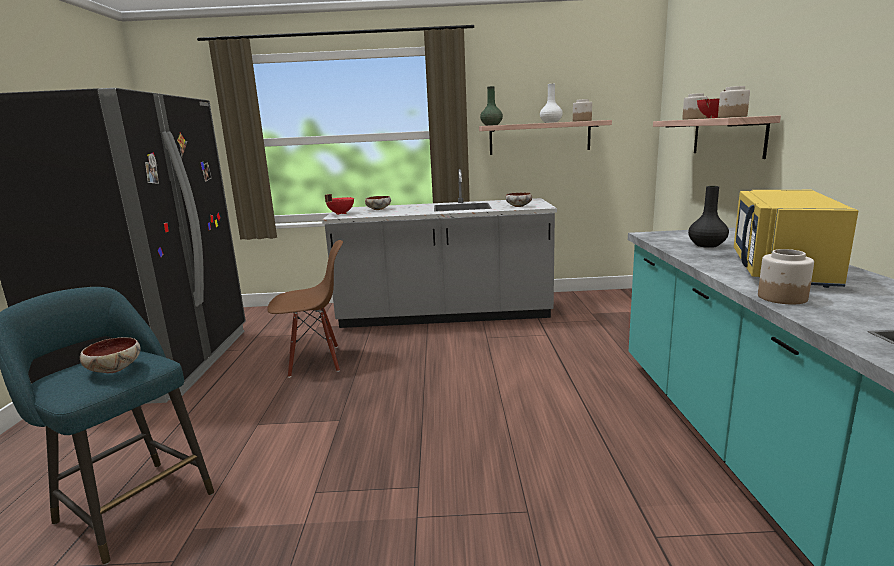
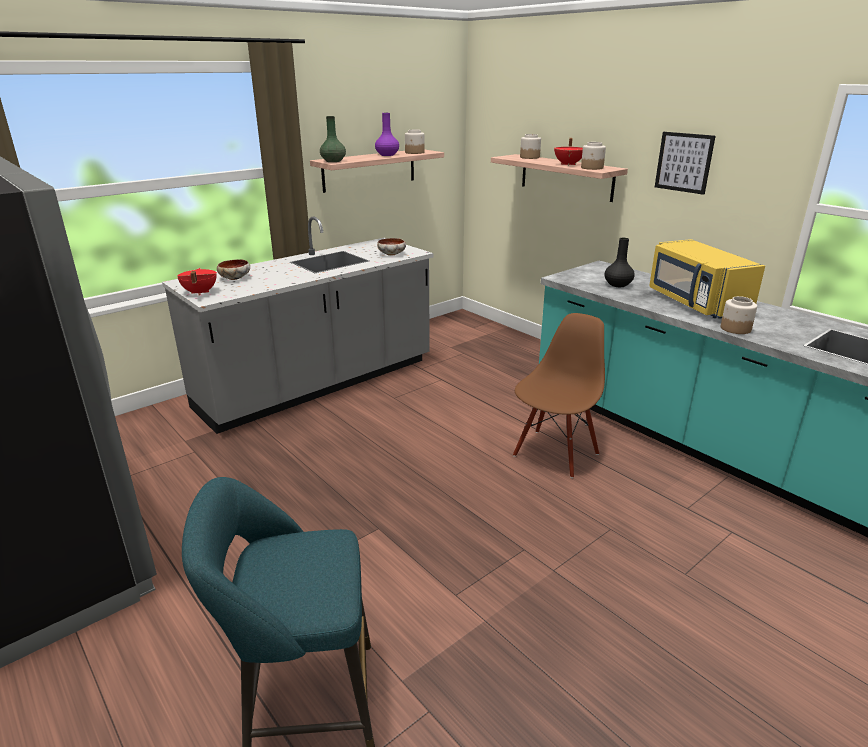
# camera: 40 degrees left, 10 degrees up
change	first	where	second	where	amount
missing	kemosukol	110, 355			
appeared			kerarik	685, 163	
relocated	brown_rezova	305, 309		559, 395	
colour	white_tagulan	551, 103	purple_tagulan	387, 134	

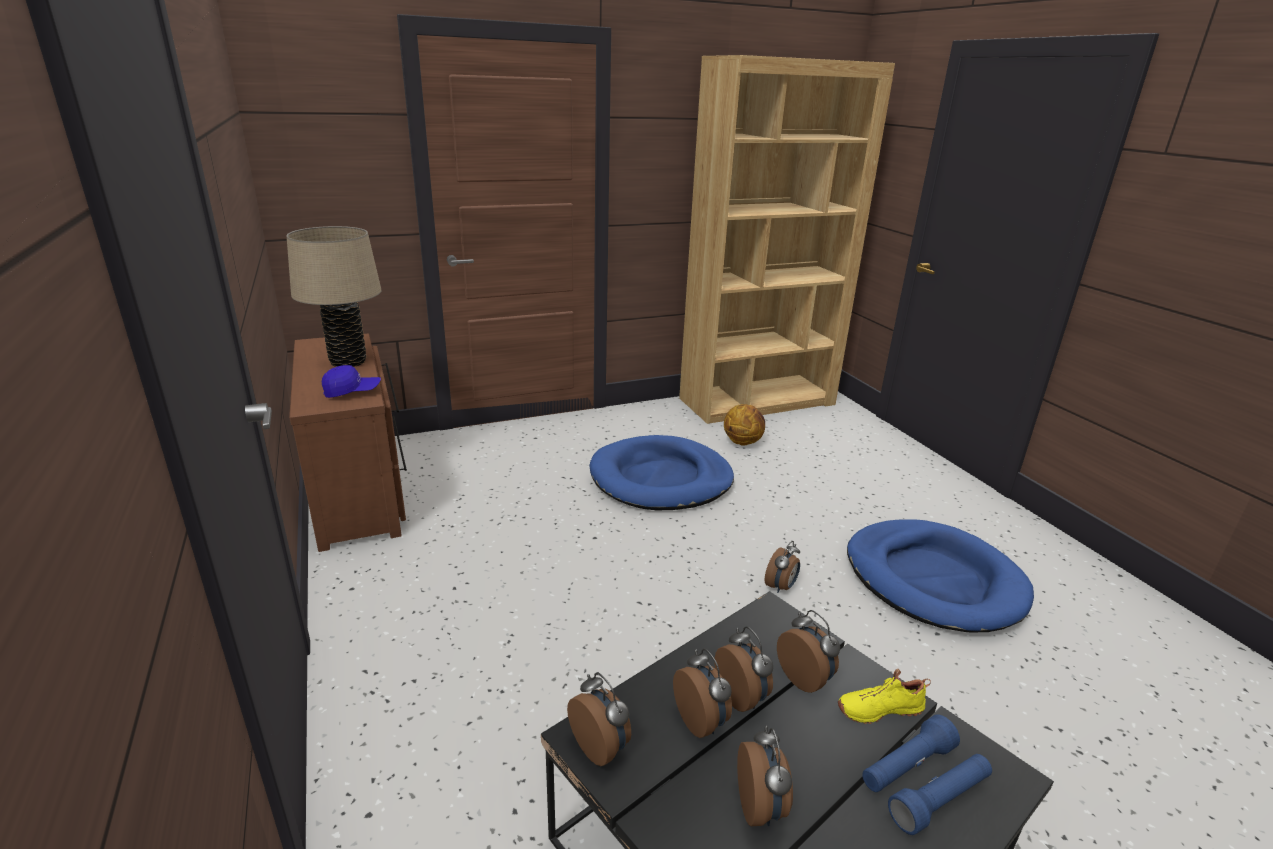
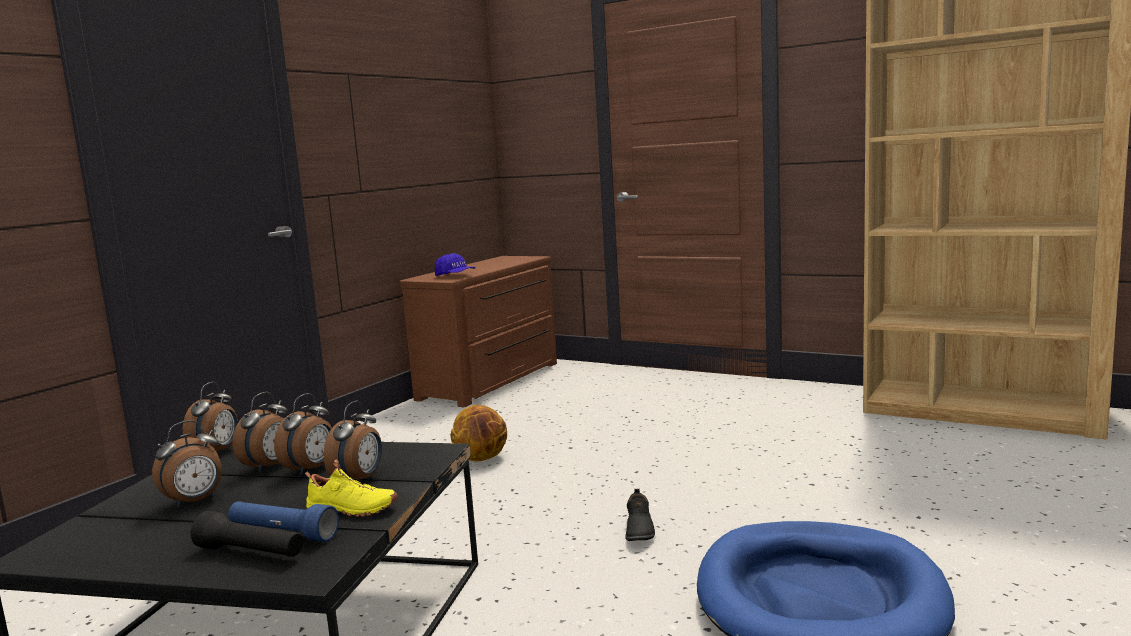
# camera: 55 degrees right, 15 degrees down
change	first	where	second	where	amount
missing	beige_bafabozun	334, 296			
missing	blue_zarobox	661, 472			
relocated	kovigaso	744, 425		479, 433	
exchanged	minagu	782, 567	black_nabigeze	640, 515	
colour	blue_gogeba	940, 794	black_gogeba	247, 534	
spun	yellow_nabigeze	884, 696		351, 488	150 degrees clockwise

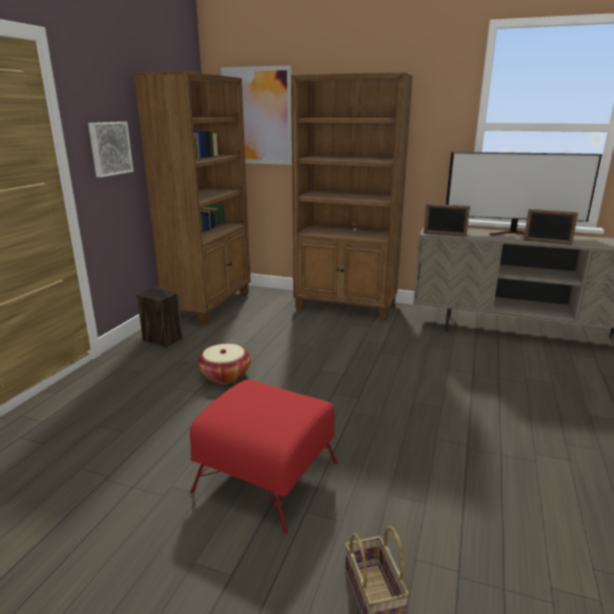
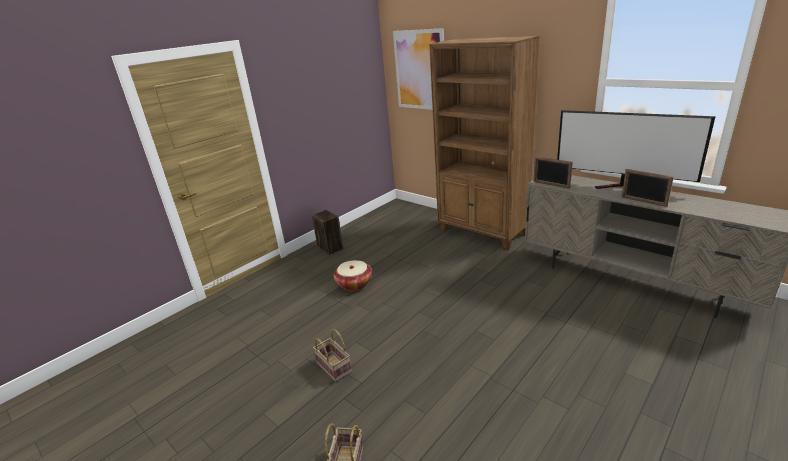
# camera: 25 degrees right, 5 degrees up
change	first	where	second	where	amount
missing	kerarik	111, 149			
missing	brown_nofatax	192, 198			
exchanged	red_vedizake	264, 456	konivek	332, 355	

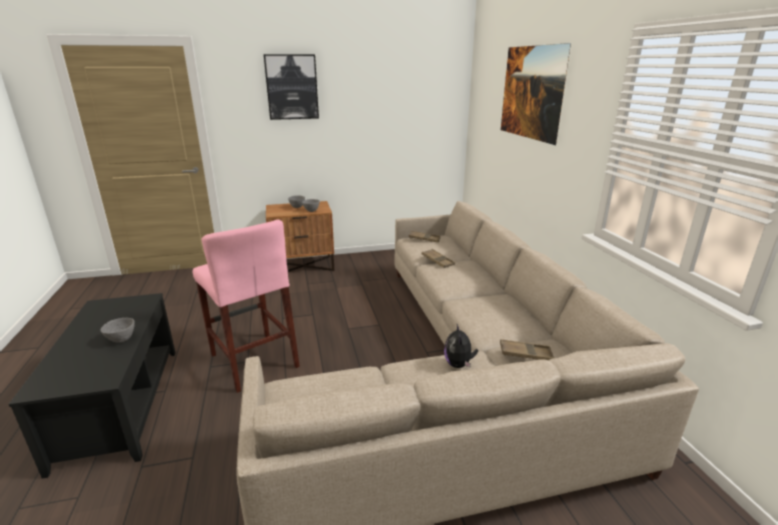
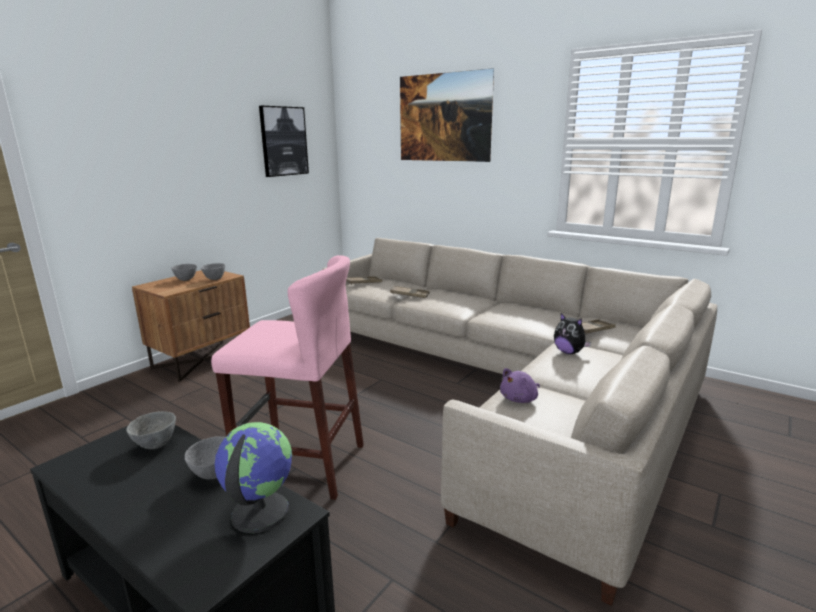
# camera: 40 degrees left, 5 degrees down
change	first	where	second	where	amount
appeared			grey_kemosukol	151, 430	
appeared			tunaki	253, 477	
appeared			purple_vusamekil	520, 385	
relocated	kerarik	291, 87		284, 141	

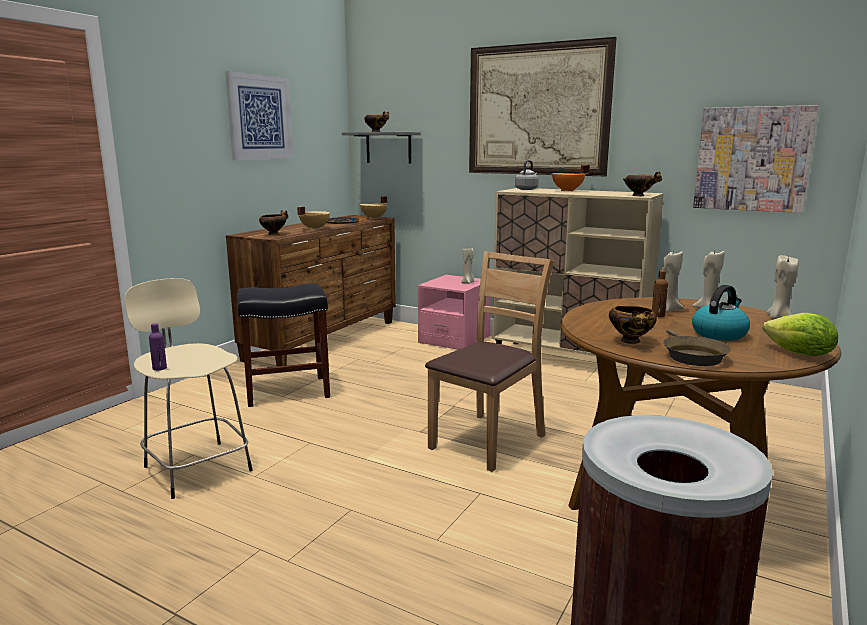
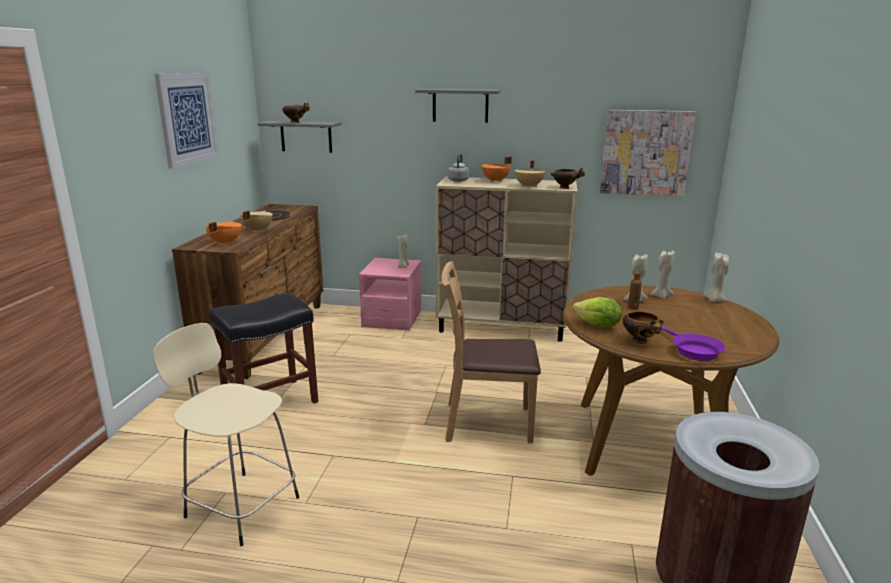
# camera: 20 degrees left, 5 degrees up
change	first	where	second	where	amount
missing	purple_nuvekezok	158, 347			
missing	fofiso	721, 313			
relocated	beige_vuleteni	373, 207		530, 174	
relocated	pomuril	800, 334		597, 312	
exchanged	kemosukol	273, 222	orange_vuleteni	223, 233	
exchanged	kerarik	543, 106	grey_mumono	458, 106	
colour	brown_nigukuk	697, 347	purple_nigukuk	693, 344	
spun	brown_rezova	489, 362		491, 352	105 degrees counterclockwise

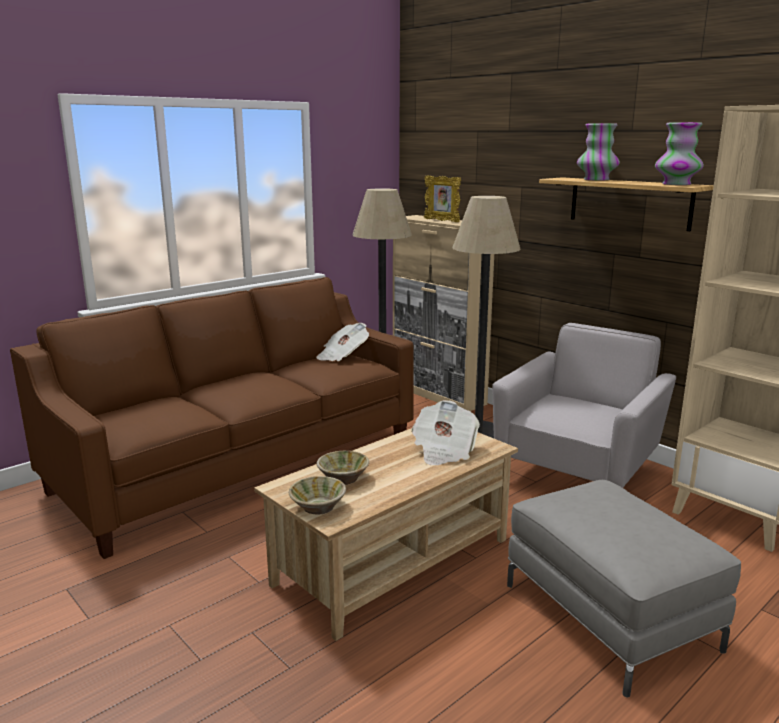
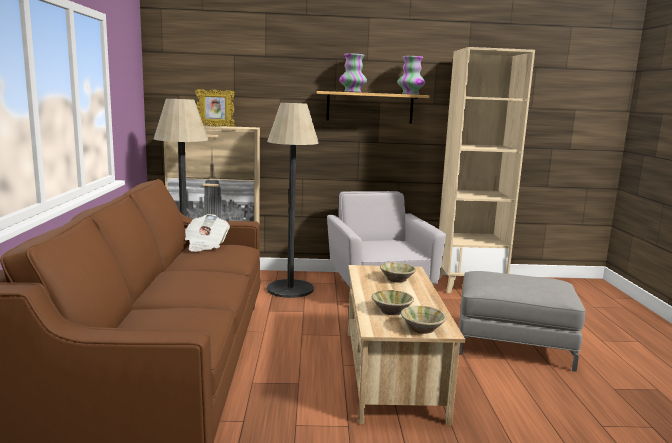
# camera: 50 degrees left, 5 degrees down
change	first	where	second	where	amount
exchanged	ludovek	445, 432	beige_kemosukol	398, 272	

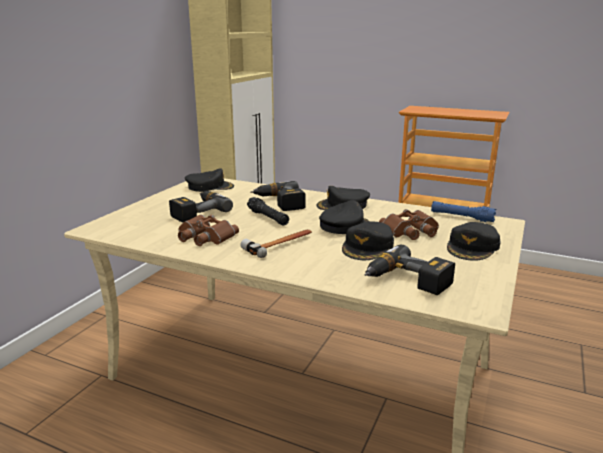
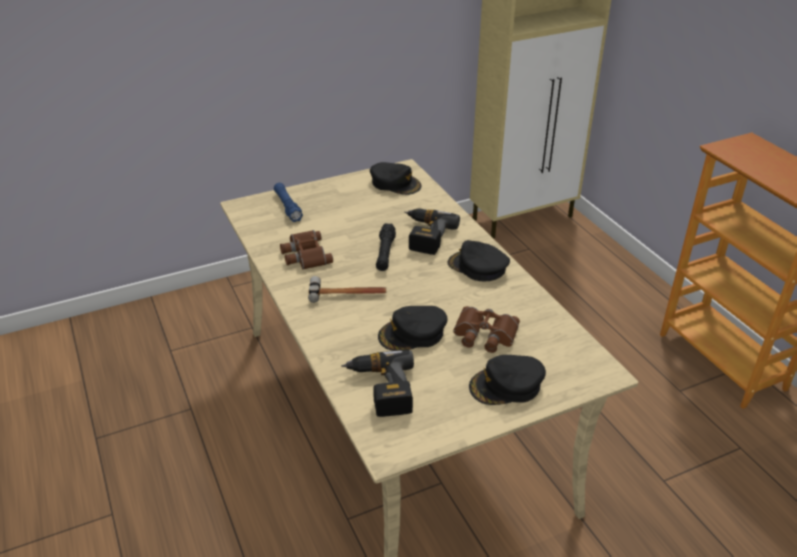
# camera: 40 degrees right, 15 degrees up
change	first	where	second	where	amount
missing	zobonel	201, 207			
missing	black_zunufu	344, 217			
relocated	blue_gogeba	463, 211		288, 202	

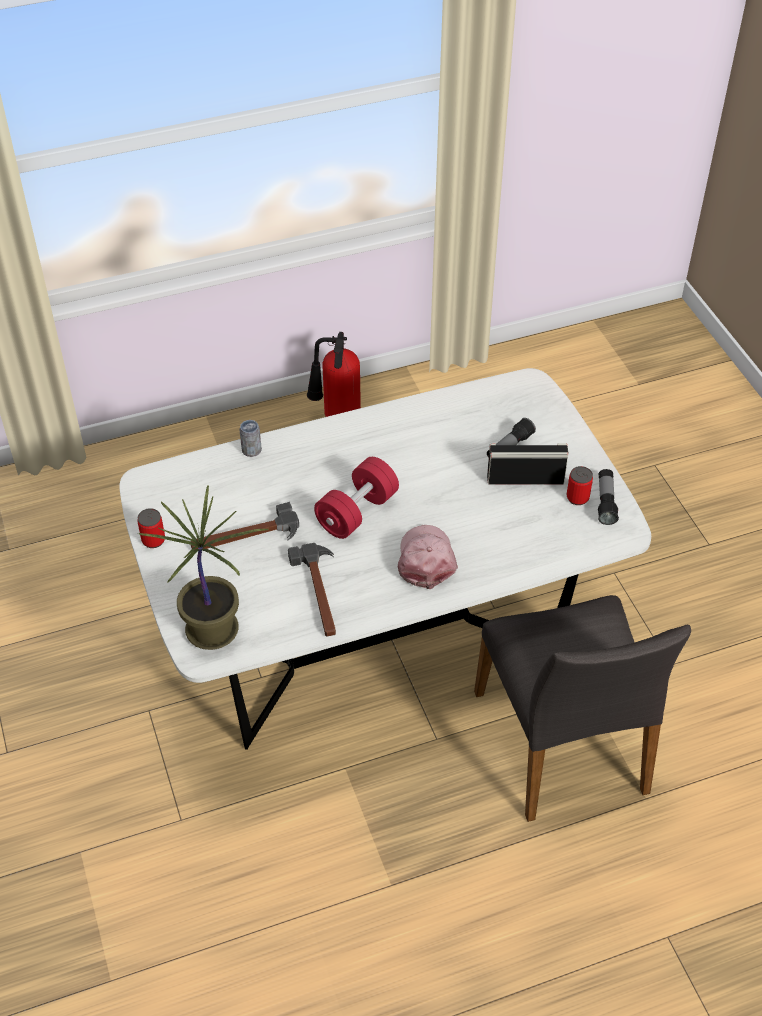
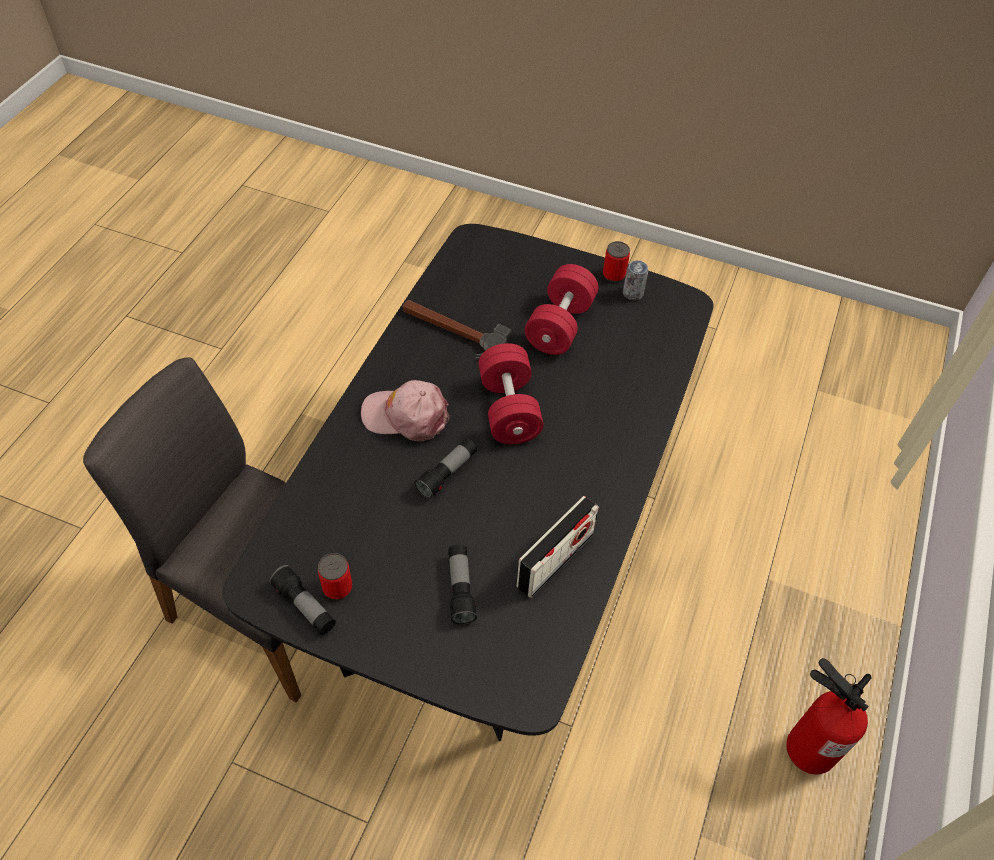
# camera: 130 degrees right, 5 degrees up
change	first	where	second	where	amount
missing	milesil	203, 568			
appeared			gogeba	445, 468	
relocated	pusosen	250, 438		635, 280	
relocated	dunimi	527, 464		557, 547	
exchanged	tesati	244, 525	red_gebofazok	561, 309	
colour	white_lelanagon	385, 559	black_lelanagon	468, 482	
spun	pink_zunufu	428, 557		405, 410	150 degrees clockwise

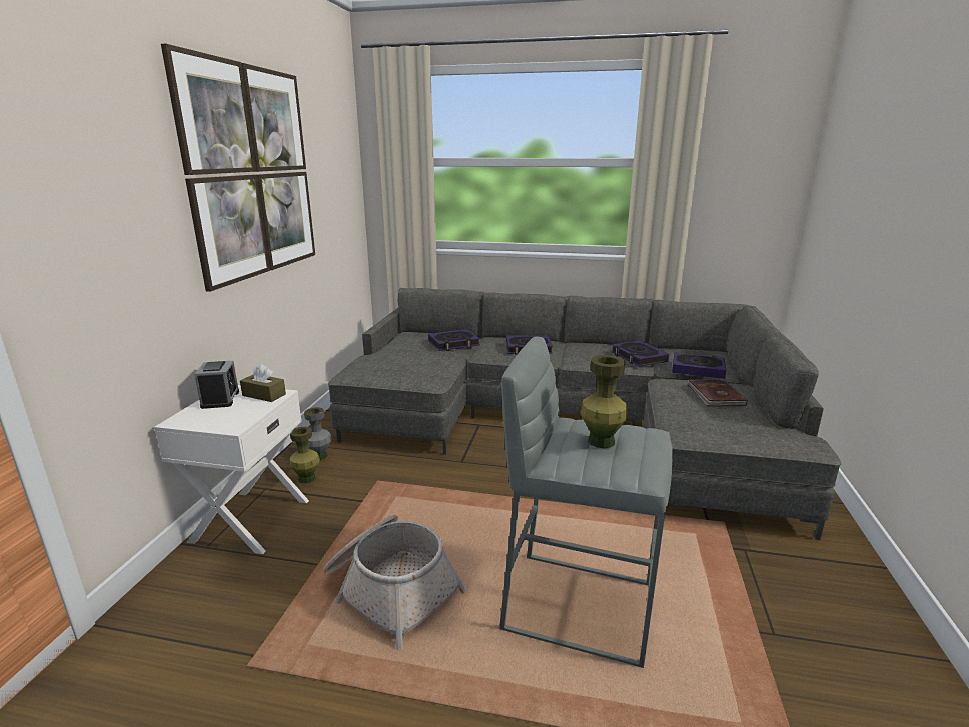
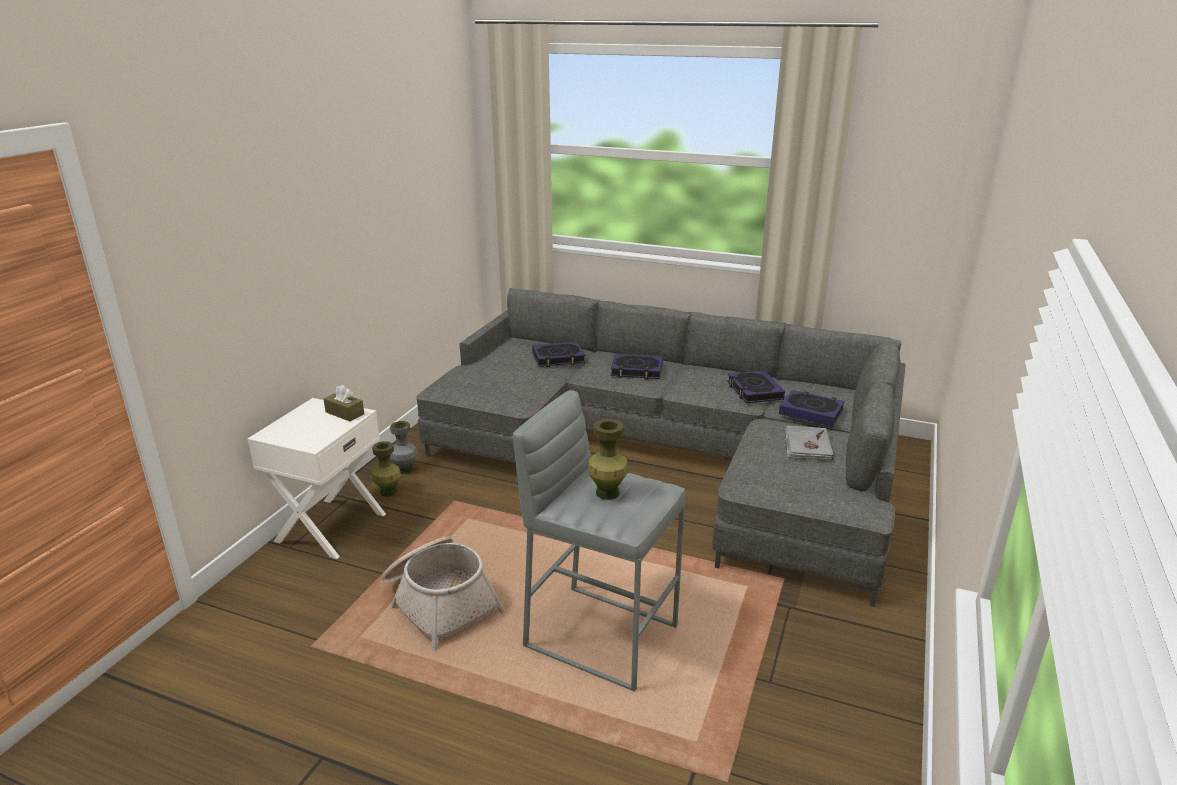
# camera: 10 degrees right, 5 degrees up
change	first	where	second	where	amount
missing	kerarik	238, 168			
missing	minagu	216, 385			
colour	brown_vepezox	718, 393	grey_vepezox	810, 443	

